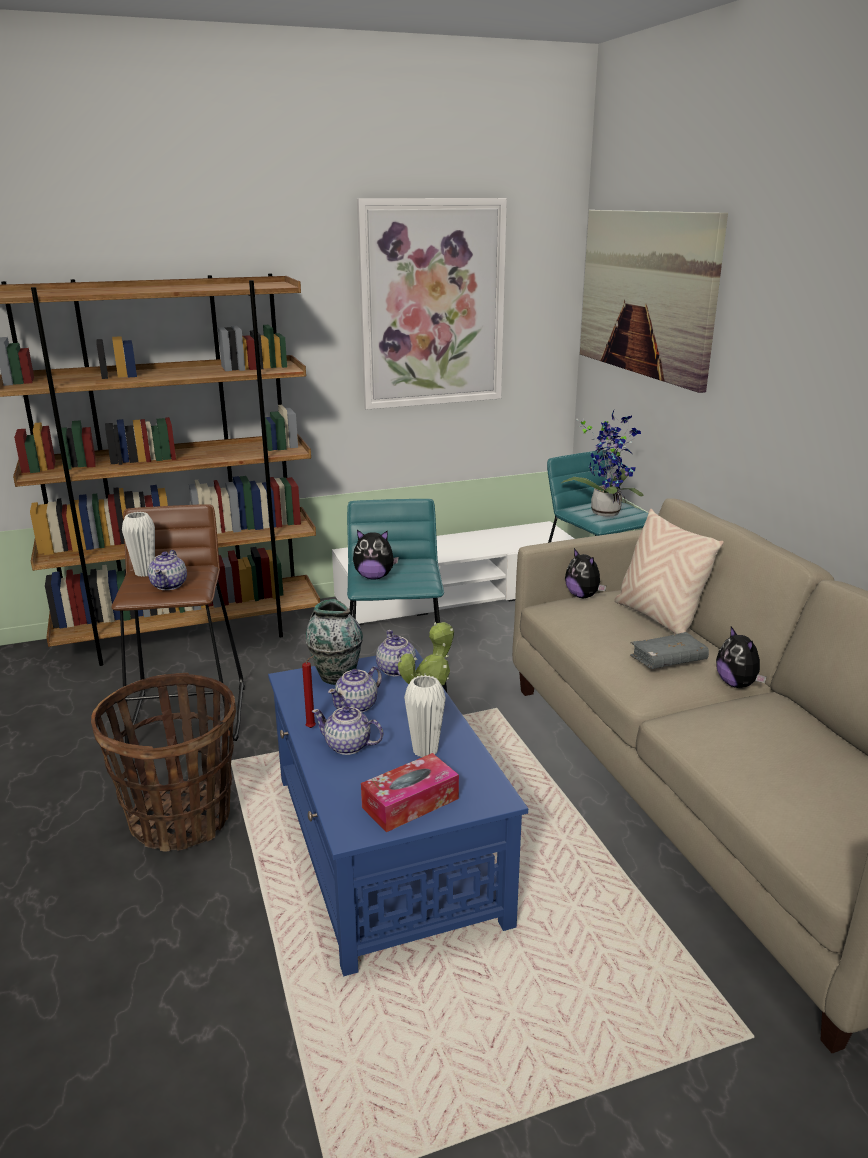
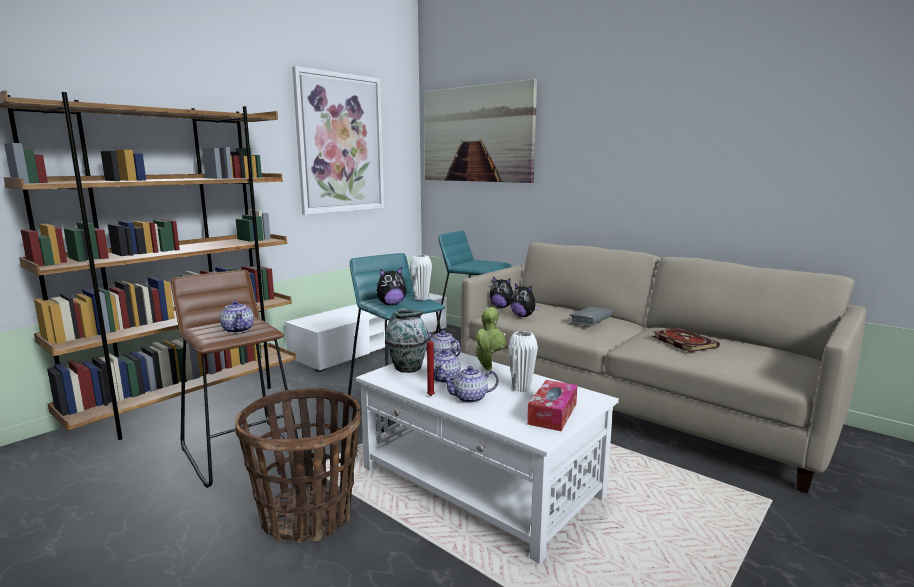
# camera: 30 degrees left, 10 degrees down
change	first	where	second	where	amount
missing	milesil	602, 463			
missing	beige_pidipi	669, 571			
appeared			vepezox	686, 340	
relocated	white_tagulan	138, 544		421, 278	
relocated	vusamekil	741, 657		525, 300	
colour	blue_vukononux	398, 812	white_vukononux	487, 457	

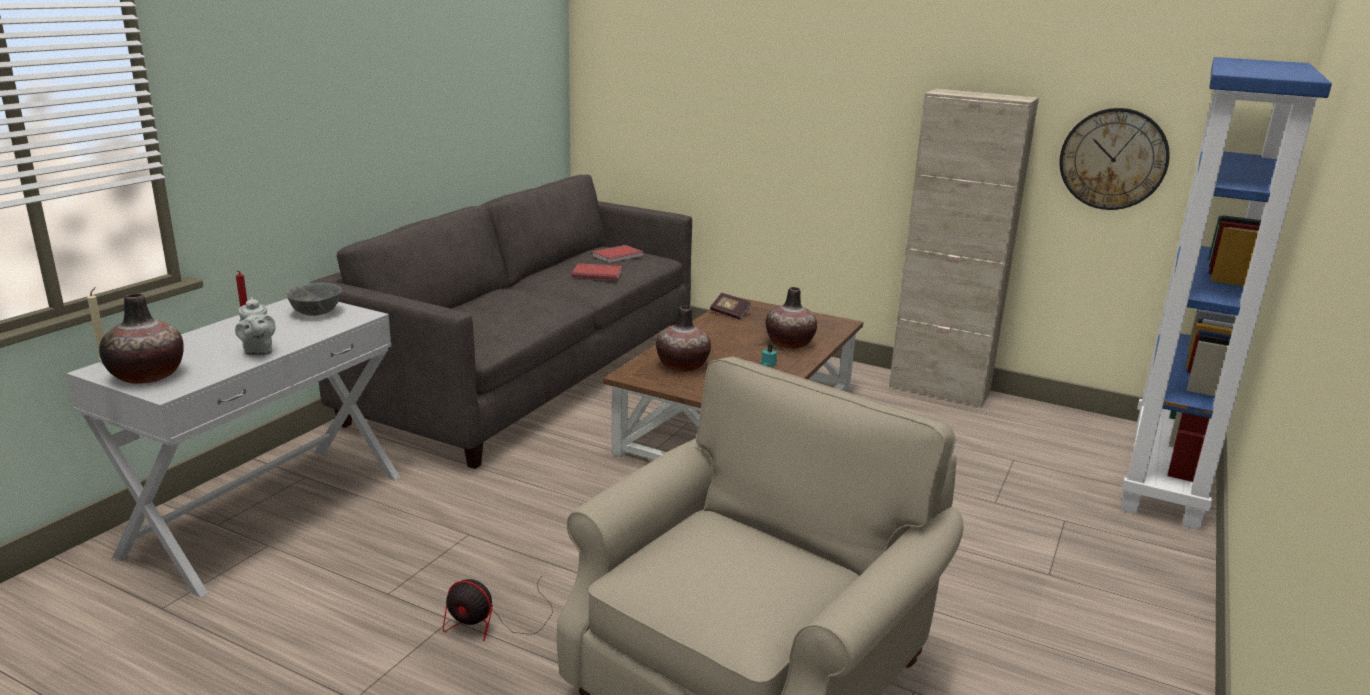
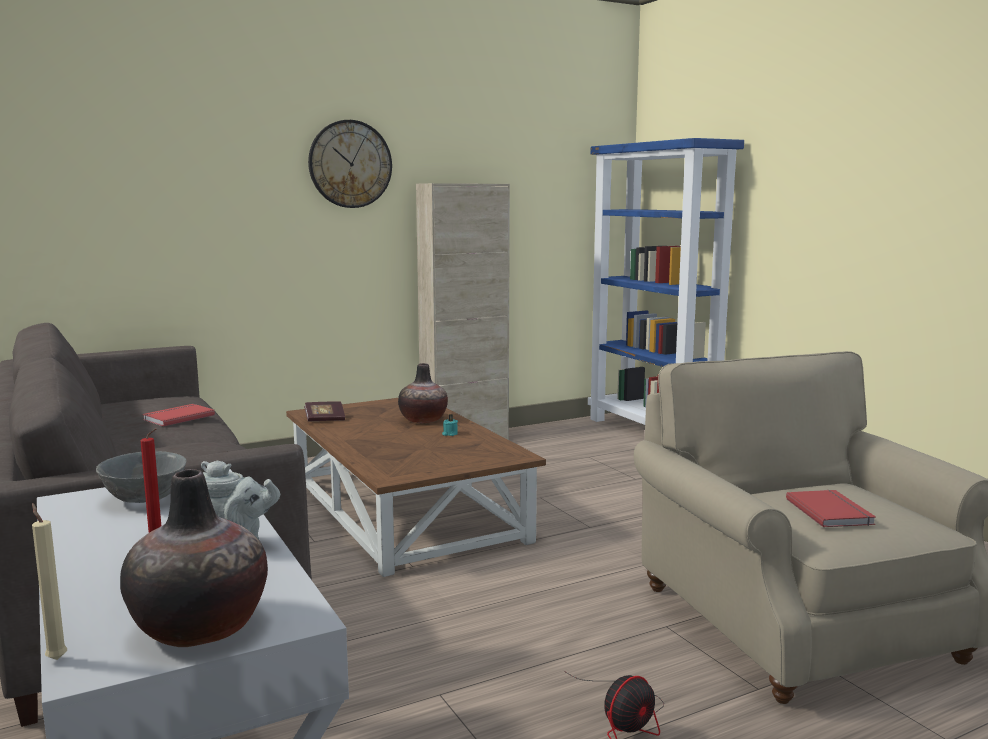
# camera: 55 degrees left, 10 degrees down
change	first	where	second	where	amount
missing	tagulan	683, 339			
relocated	red_vepezox	617, 254		831, 508	
relocated	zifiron	1114, 159		350, 164	

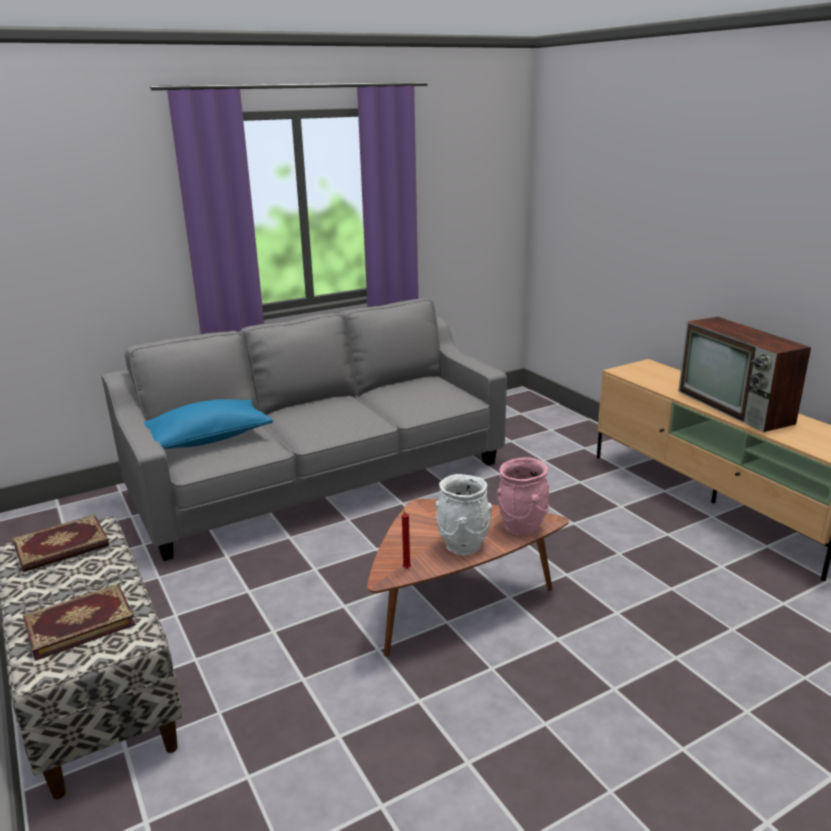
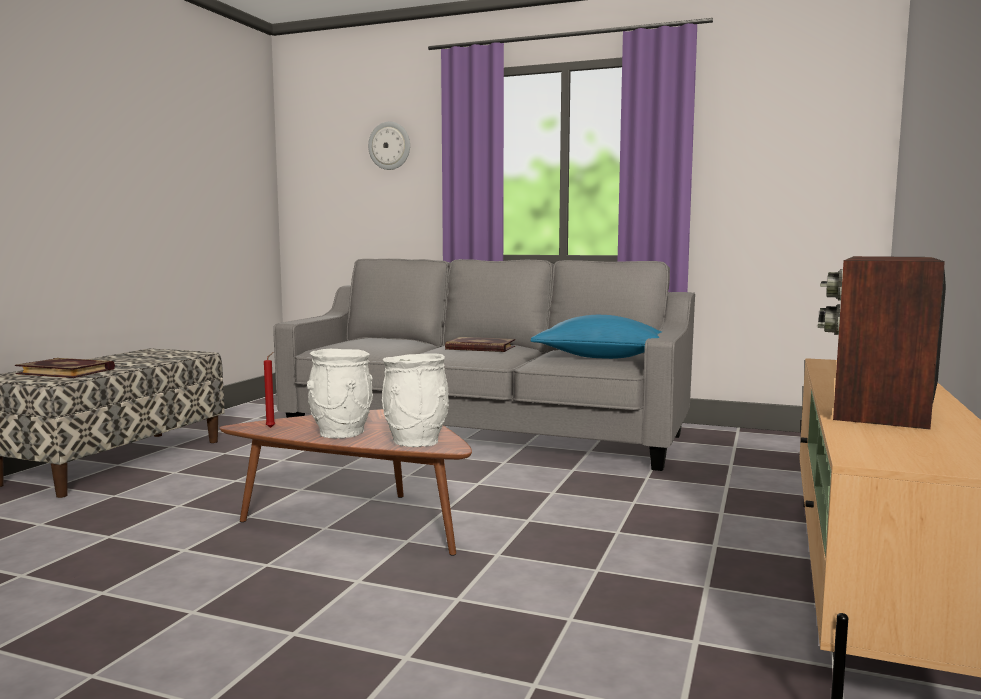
# camera: 50 degrees right, 15 degrees down
change	first	where	second	where	amount
appeared			zifiron	389, 146	
relocated	vepezox	61, 543		480, 344	
relocated	blue_pidipi	208, 424		596, 337	
colour	pink_tagulan	523, 496	white_tagulan	415, 400	

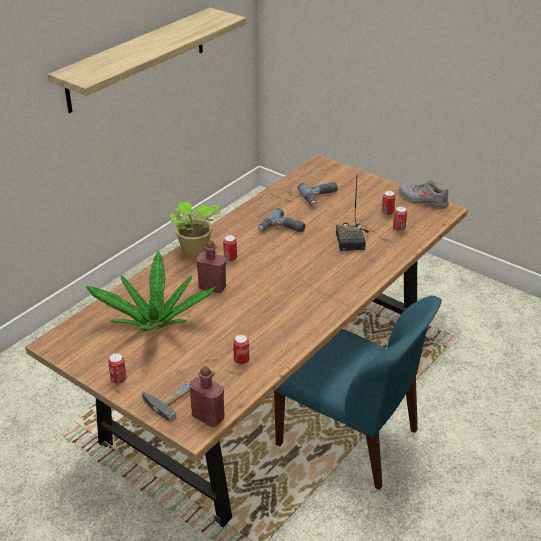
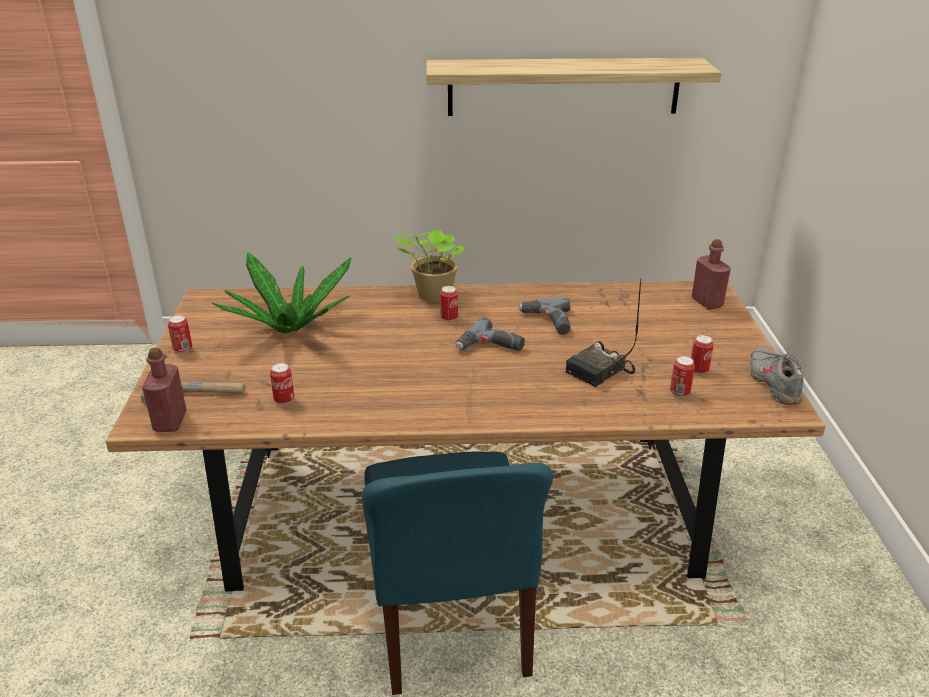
# camera: 50 degrees right, 5 degrees down
change	first	where	second	where	amount
relocated	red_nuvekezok	211, 266		711, 274	
relocated	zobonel	317, 194		490, 334	

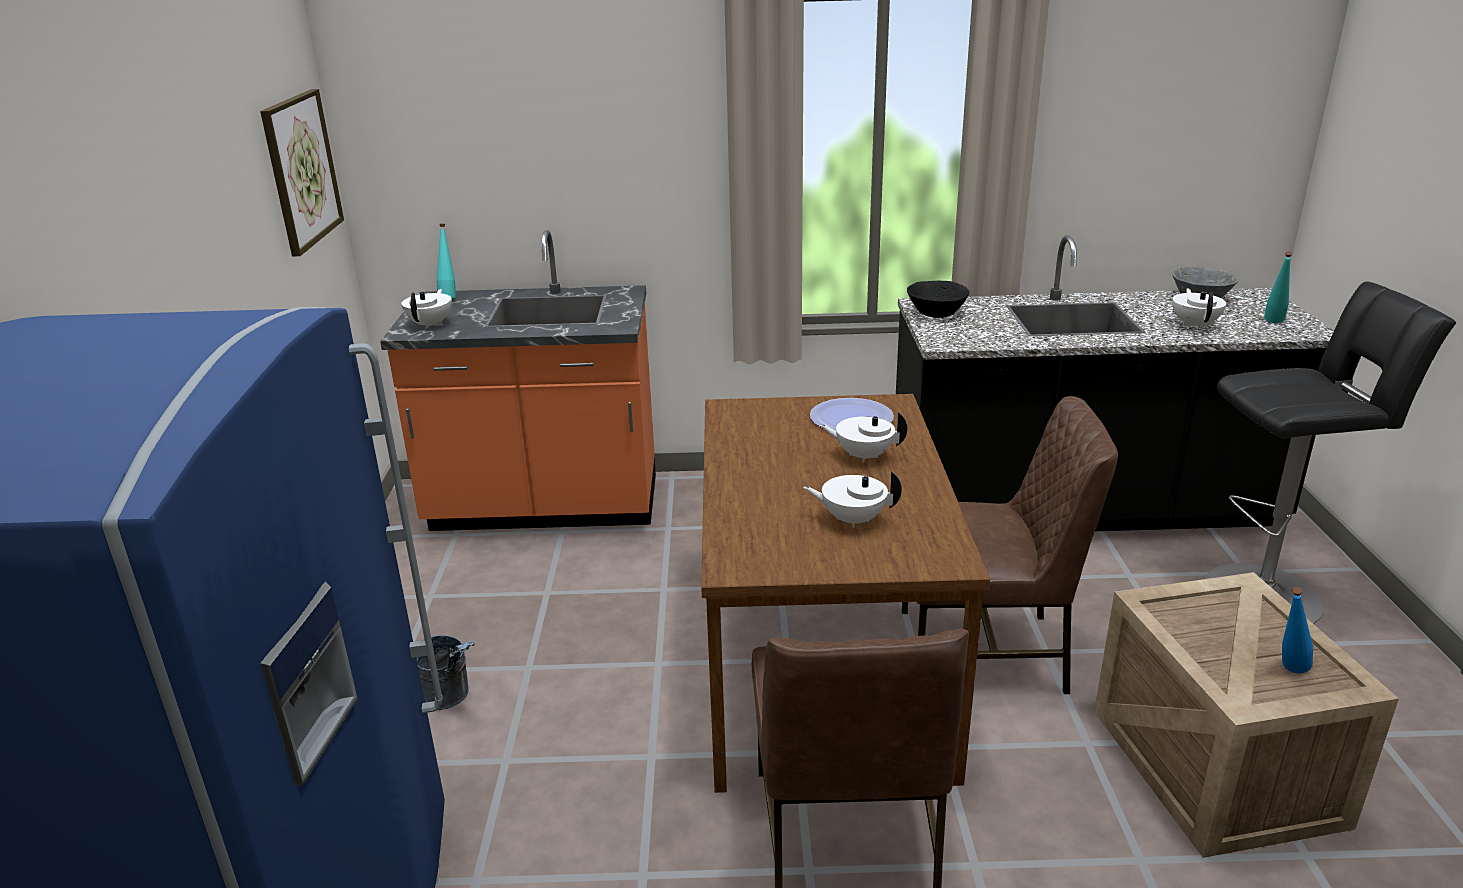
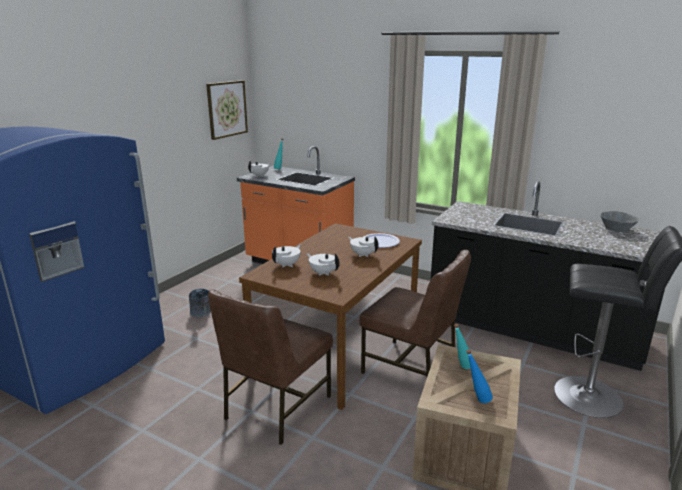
# camera: 30 degrees right, 5 degrees down
change	first	where	second	where	amount
missing	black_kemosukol	938, 299			
relocated	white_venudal	1199, 309		286, 256	
relocated	turquoise_nuvekezok	1278, 287		462, 346	

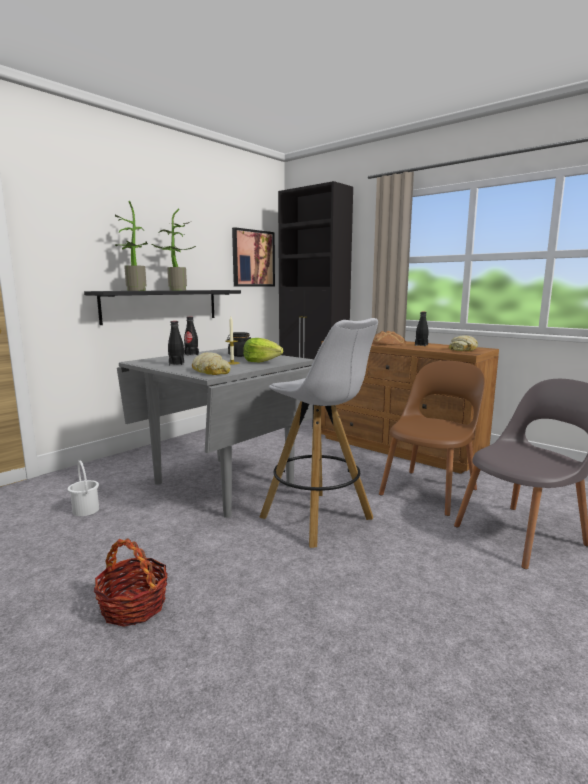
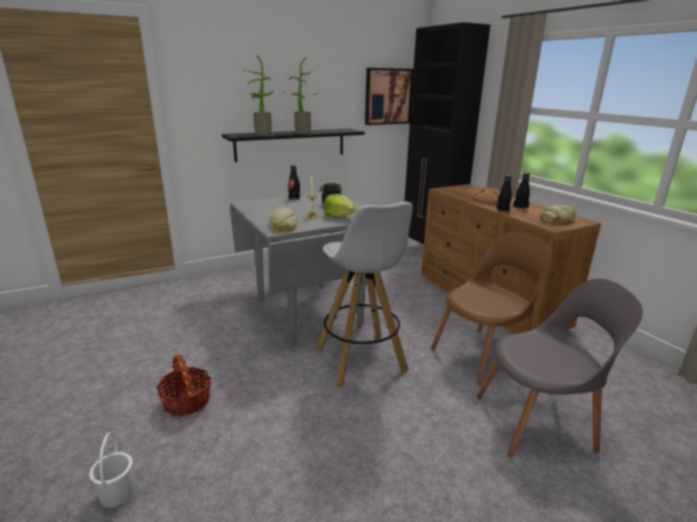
# camera: 20 degrees right, 10 degrees up
change	first	where	second	where	amount
relocated	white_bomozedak	83, 488		112, 470	
relocated	black_nuvekezok	176, 343		504, 193	

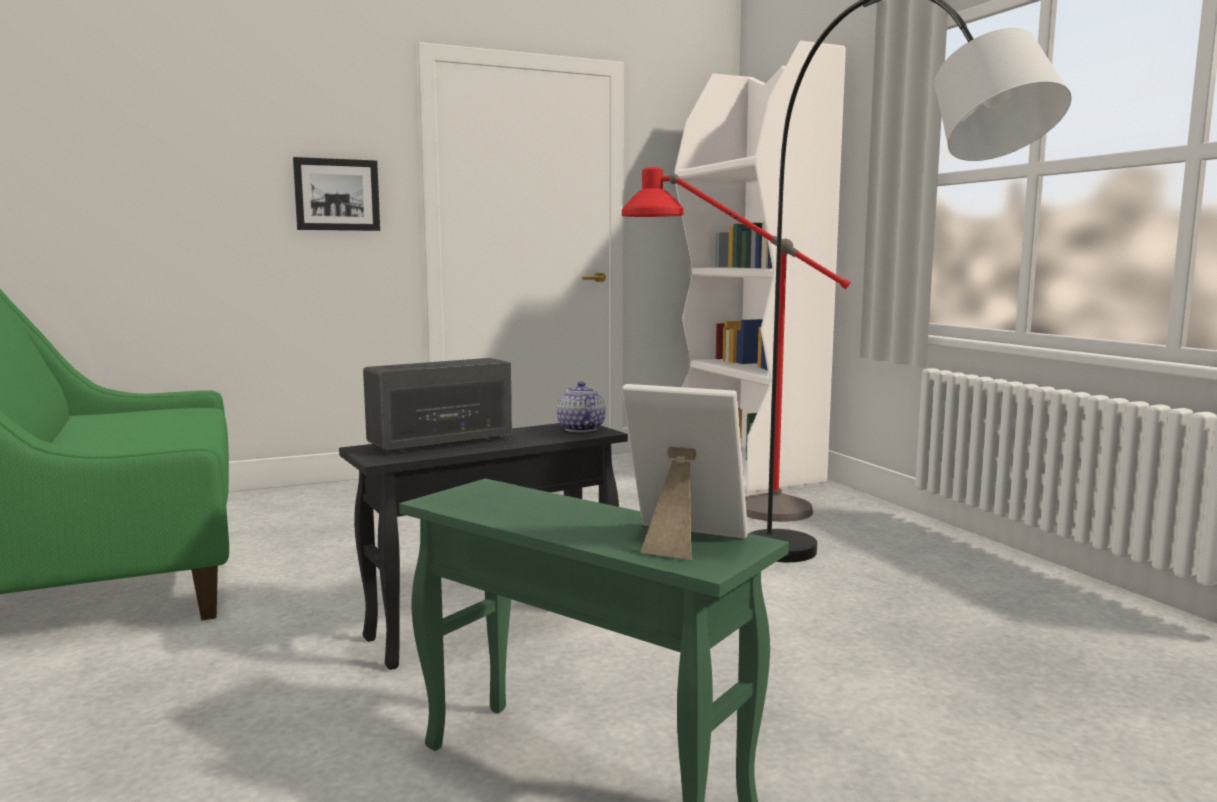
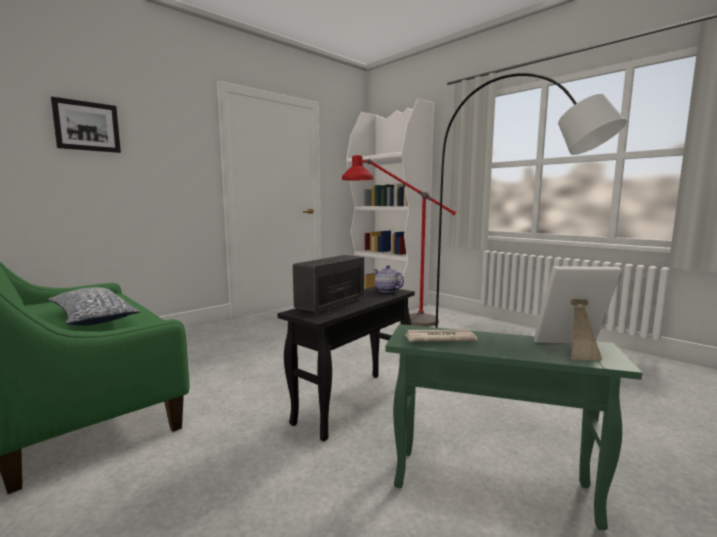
# camera: 20 degrees left, 0 degrees up
change	first	where	second	where	amount
appeared			pidipi	94, 306	
appeared			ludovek	441, 336	
relocated	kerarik	336, 194		86, 124	

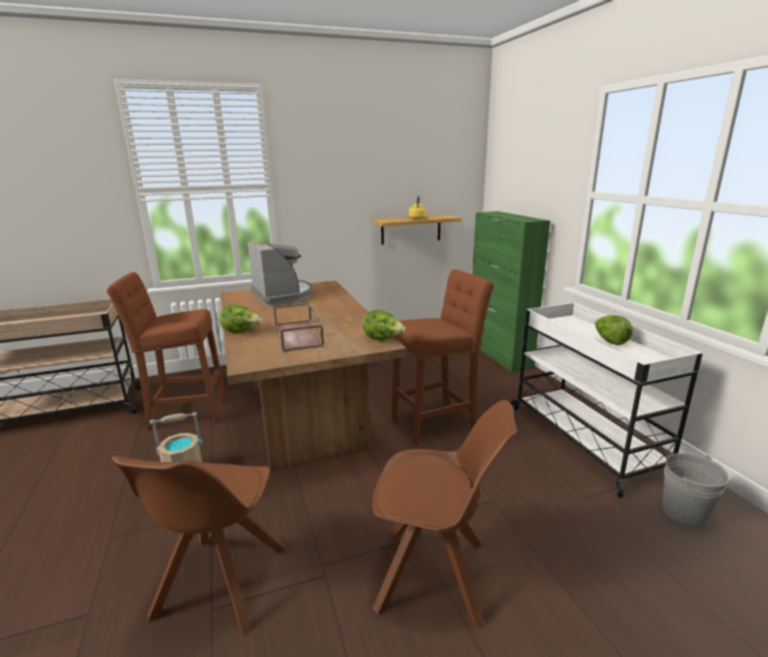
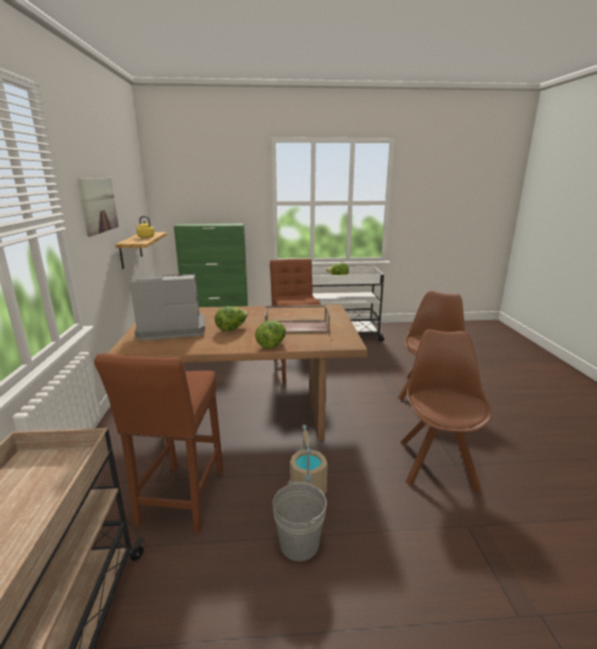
# camera: 75 degrees left, 0 degrees up
change	first	where	second	where	amount
appeared			kerarik	98, 207	
relocated	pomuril	384, 325		231, 318	
relocated	grey_bomozedak	695, 490		300, 520	
spun	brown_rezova	199, 545		446, 411	105 degrees counterclockwise

